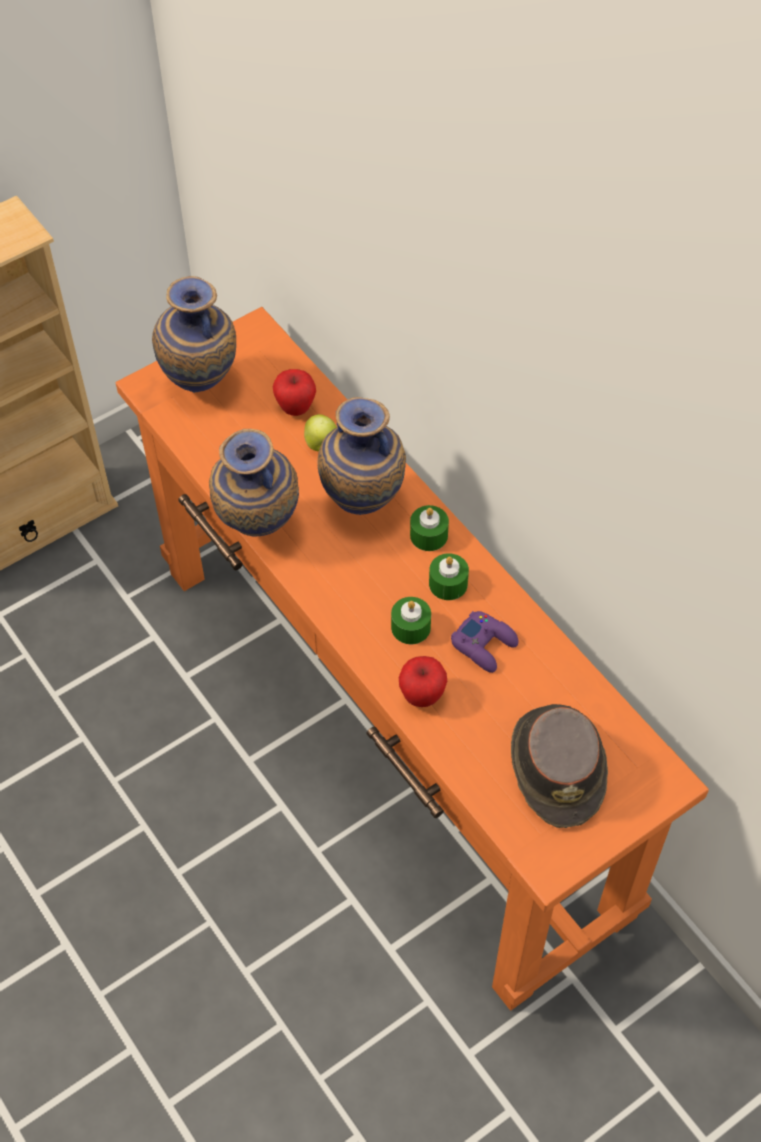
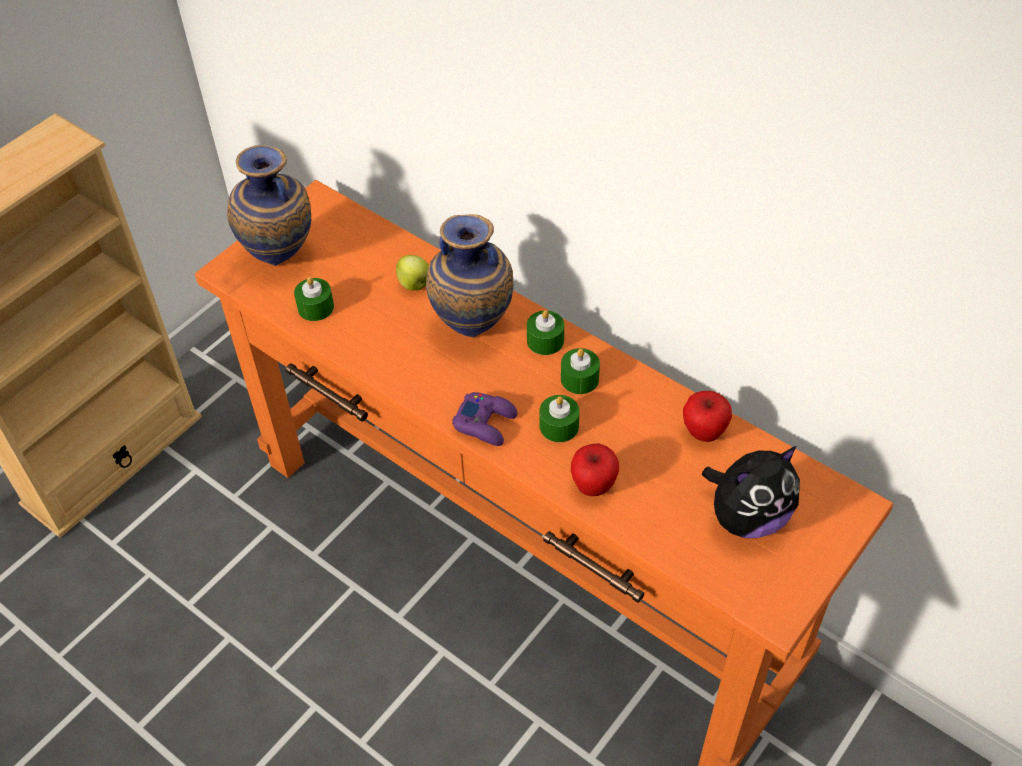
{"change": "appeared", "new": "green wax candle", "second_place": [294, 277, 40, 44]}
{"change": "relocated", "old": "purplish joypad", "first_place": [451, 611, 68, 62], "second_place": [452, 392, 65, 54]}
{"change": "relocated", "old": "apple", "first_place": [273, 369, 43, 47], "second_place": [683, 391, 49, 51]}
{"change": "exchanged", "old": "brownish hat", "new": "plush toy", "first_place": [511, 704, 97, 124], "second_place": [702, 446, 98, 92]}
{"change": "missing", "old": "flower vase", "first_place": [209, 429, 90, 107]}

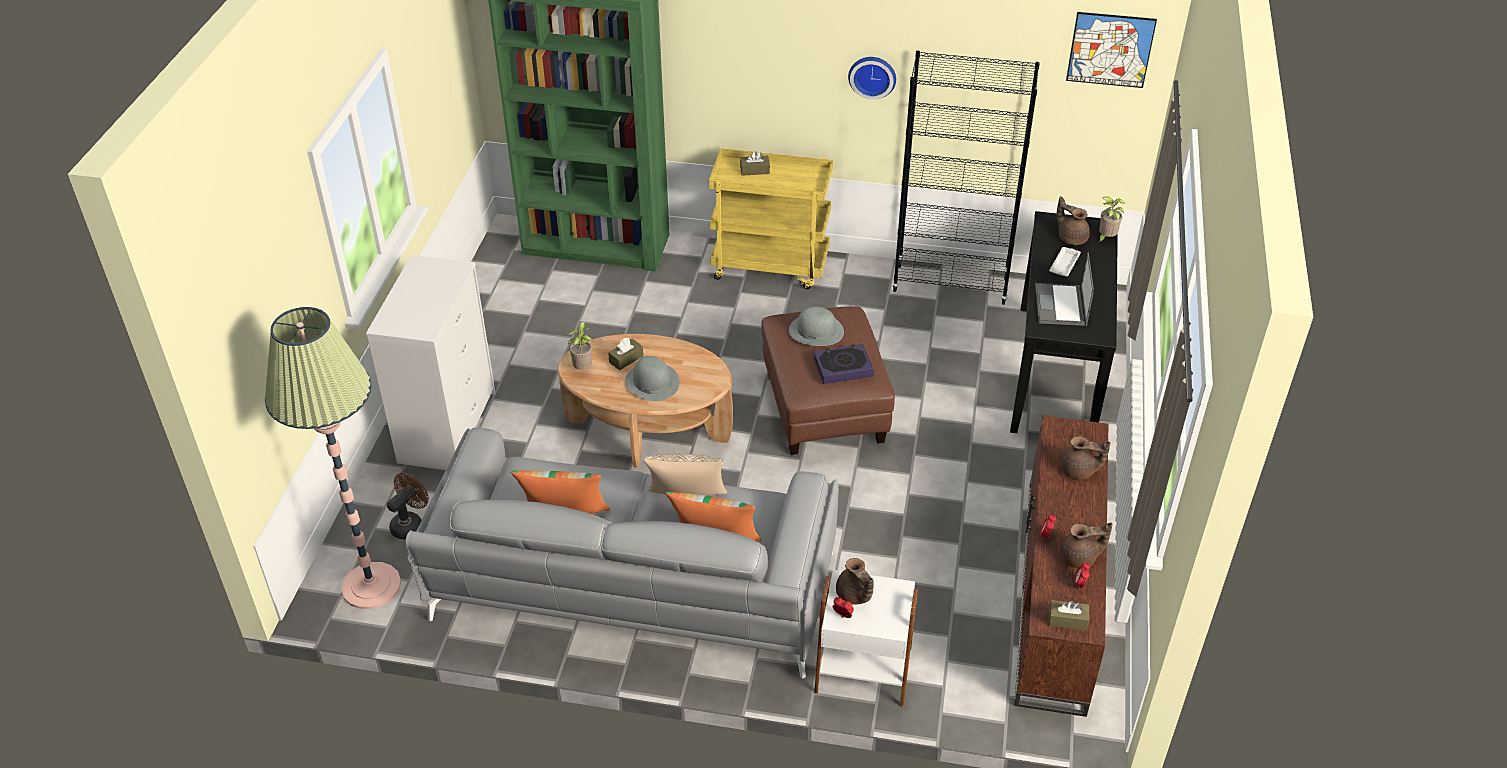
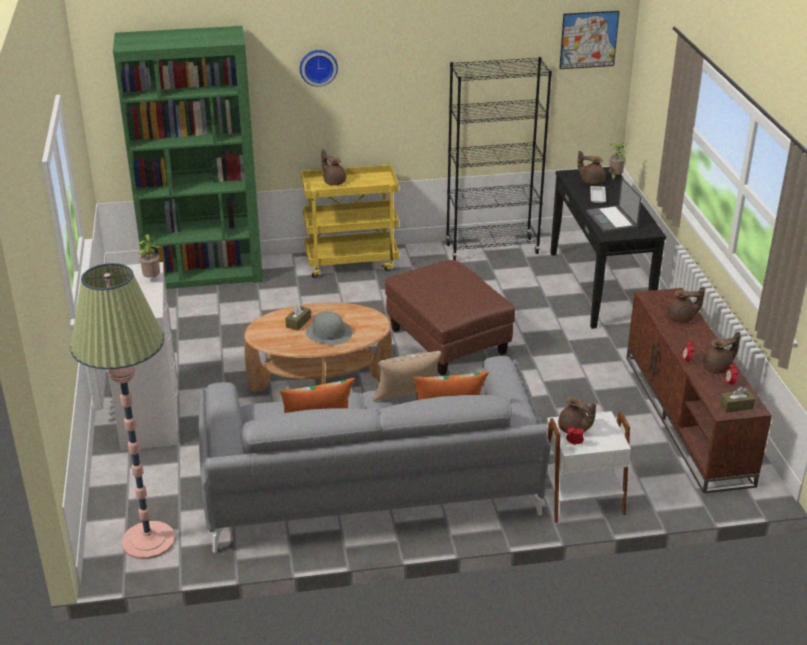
{"change": "relocated", "old": "houseplant", "first_place": [568, 322, 24, 48], "second_place": [138, 234, 22, 44]}
{"change": "relocated", "old": "wall clock", "first_place": [848, 57, 48, 43], "second_place": [300, 50, 38, 37]}
{"change": "exchanged", "old": "brownish box of tissues", "new": "brownish tea pot", "first_place": [740, 151, 30, 25], "second_place": [322, 149, 24, 36]}
{"change": "missing", "old": "brownish fan", "first_place": [387, 472, 42, 67]}
{"change": "missing", "old": "gray hat", "first_place": [789, 306, 55, 40]}
{"change": "missing", "old": "book", "first_place": [813, 344, 61, 40]}

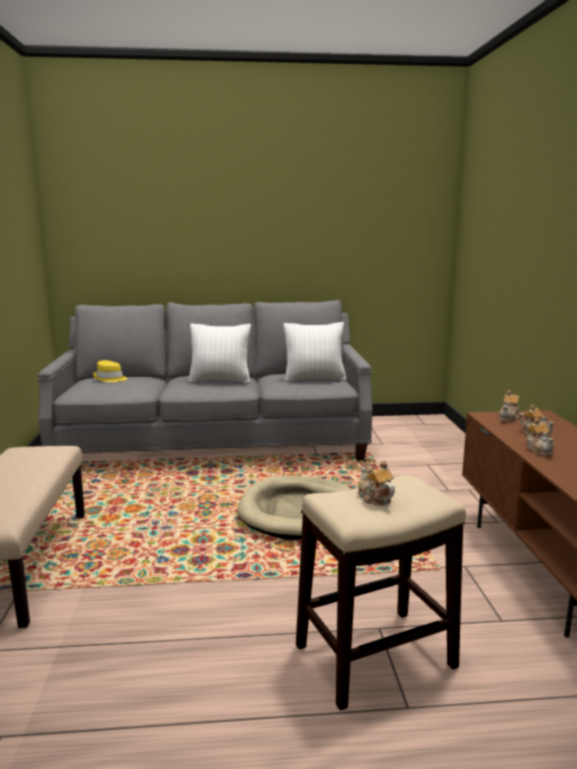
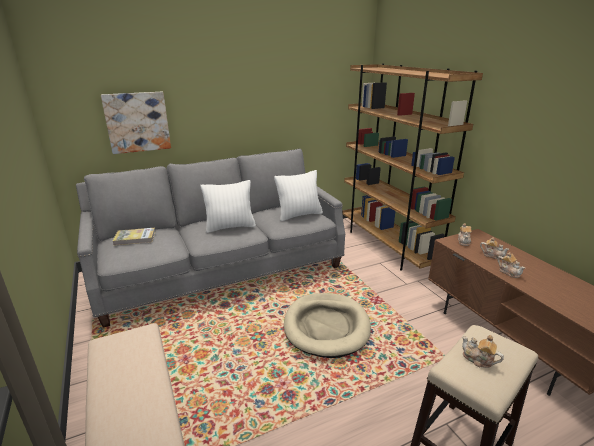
{"change": "appeared", "new": "wall art", "second_place": [101, 92, 70, 62]}
{"change": "exchanged", "old": "yellowish hat", "new": "book", "first_place": [93, 360, 35, 22], "second_place": [113, 228, 42, 18]}
{"change": "appeared", "new": "brownish bookcase", "second_place": [342, 63, 141, 208]}

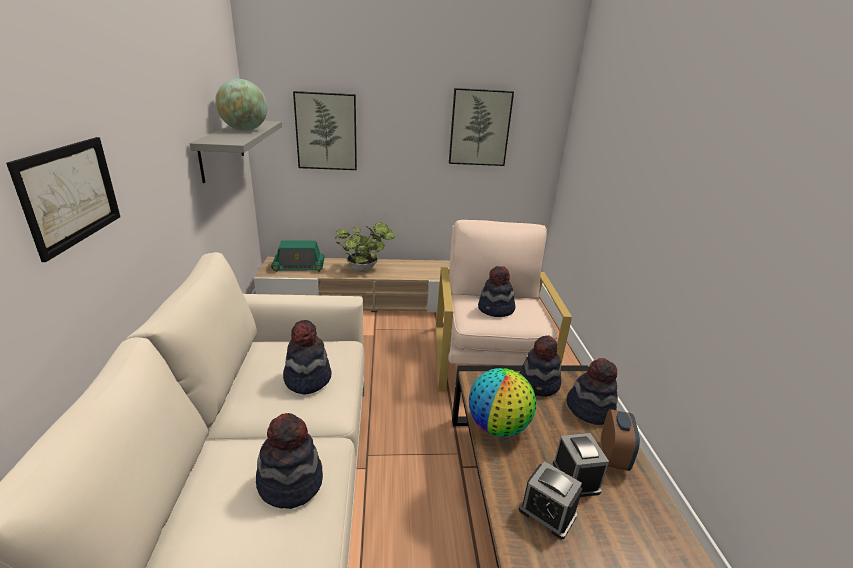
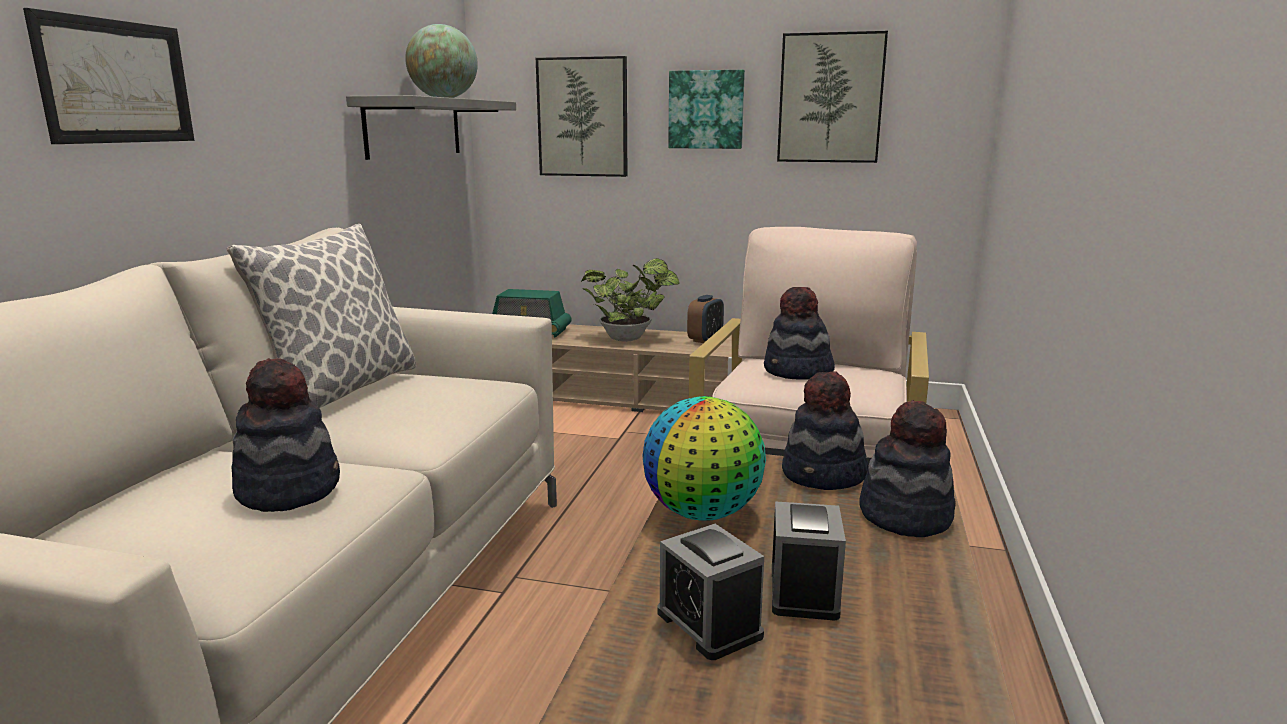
{"change": "appeared", "new": "throw pillow", "second_place": [227, 224, 190, 184]}
{"change": "appeared", "new": "wall art", "second_place": [668, 70, 77, 79]}
{"change": "relocated", "old": "alarm clock", "first_place": [601, 409, 39, 62], "second_place": [687, 295, 37, 48]}
{"change": "missing", "old": "hat", "first_place": [283, 320, 49, 75]}

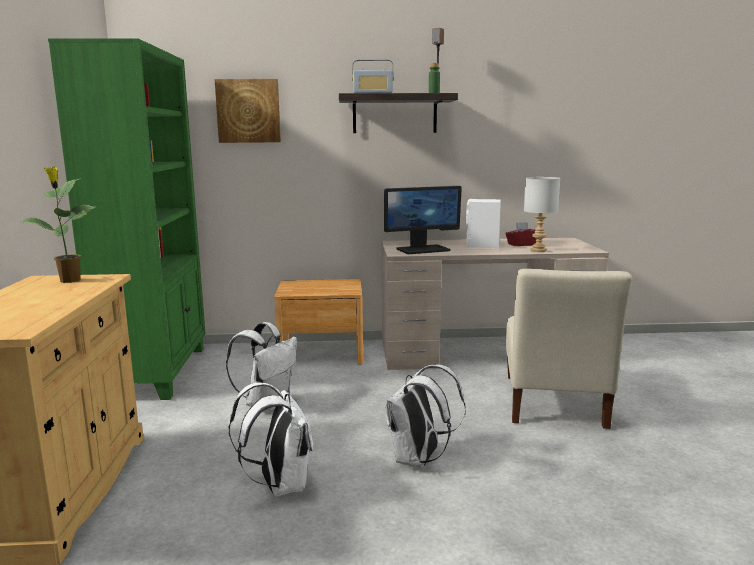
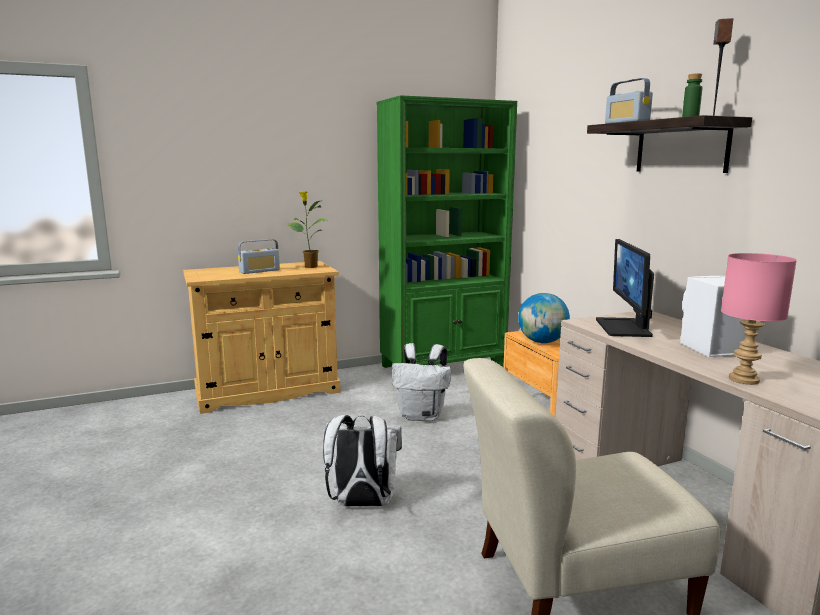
{"change": "appeared", "new": "radio receiver", "second_place": [238, 239, 42, 35]}
{"change": "appeared", "new": "world globe", "second_place": [518, 293, 52, 50]}
{"change": "spun", "old": "monitor", "first_place": [384, 186, 78, 68], "second_place": [596, 239, 58, 98], "degrees": 45}
{"change": "colour", "old": "gray tabletop lamp", "new": "pinkish tabletop lamp", "first_place": [524, 177, 36, 75], "second_place": [721, 253, 76, 132]}
{"change": "missing", "old": "wall art", "first_place": [214, 79, 67, 64]}
{"change": "missing", "old": "whitish backpack", "first_place": [228, 383, 85, 113]}
{"change": "missing", "old": "red-coloured box of tissues", "first_place": [505, 222, 32, 24]}

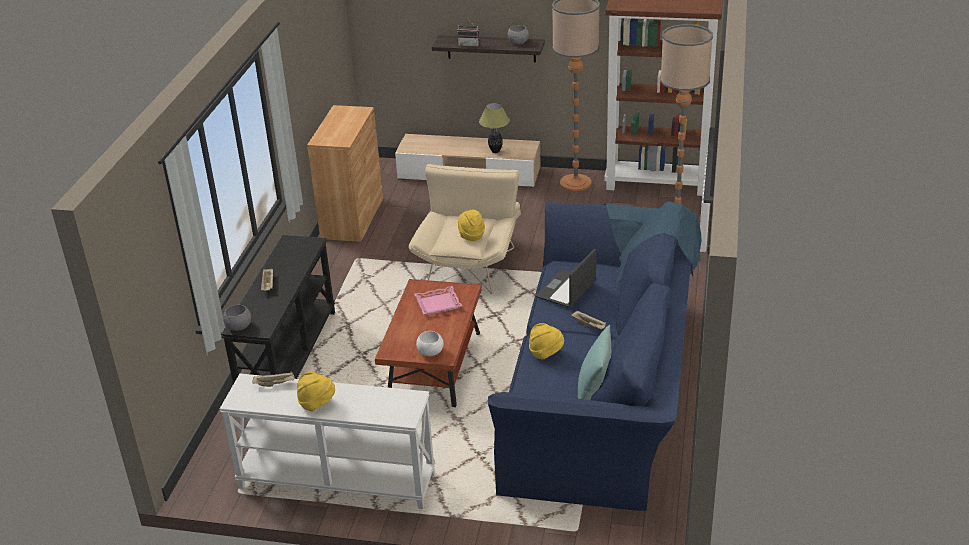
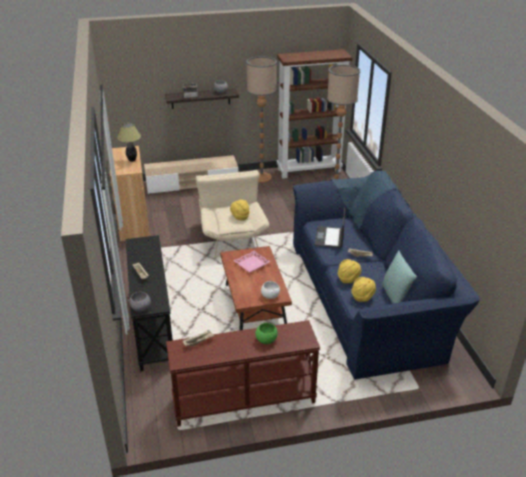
{"change": "relocated", "old": "tabletop lamp", "first_place": [479, 102, 31, 51], "second_place": [117, 123, 24, 39]}
{"change": "colour", "old": "whitish hall table", "new": "brownish hall table", "first_place": [220, 374, 215, 135], "second_place": [166, 320, 154, 107]}
{"change": "appeared", "new": "green bowl", "second_place": [256, 323, 22, 21]}
{"change": "relocated", "old": "yellowish hat", "first_place": [297, 372, 38, 39], "second_place": [352, 277, 24, 25]}

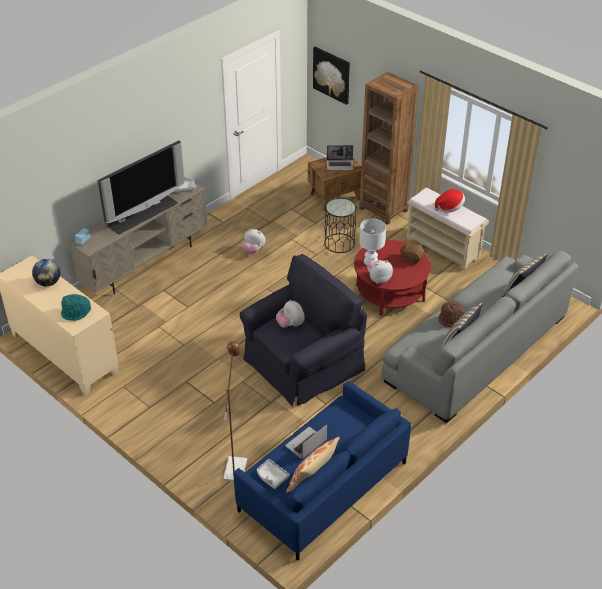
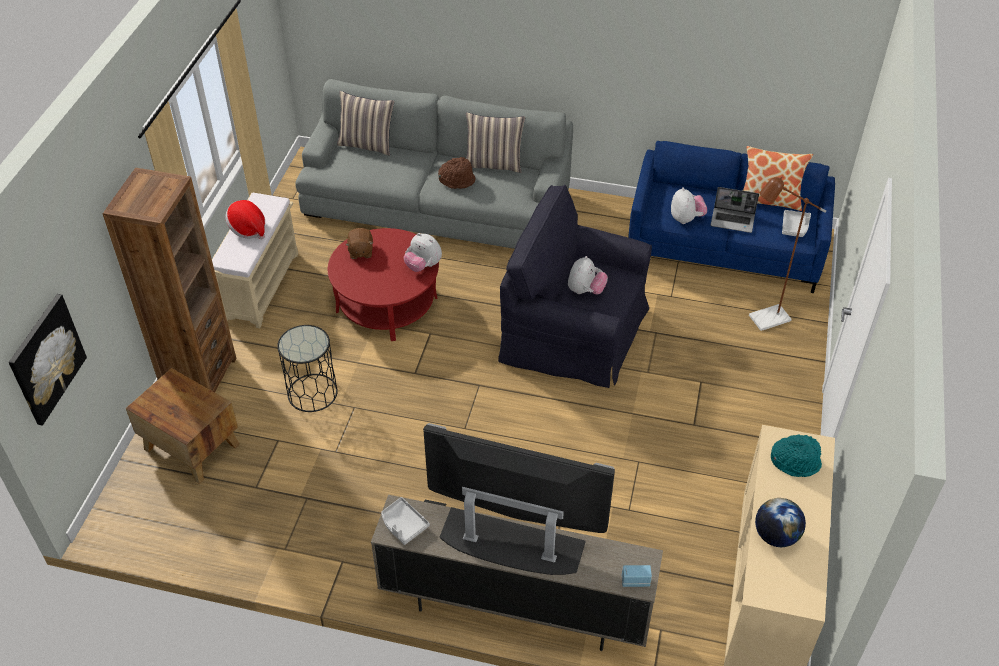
{"change": "relocated", "old": "plush toy", "first_place": [243, 229, 22, 25], "second_place": [671, 187, 36, 37]}
{"change": "missing", "old": "notebook computer", "first_place": [327, 145, 27, 26]}
{"change": "missing", "old": "whitish tabletop lamp", "first_place": [359, 219, 27, 46]}

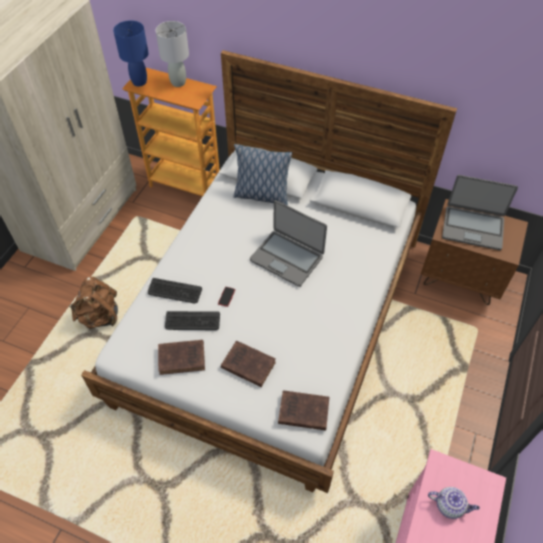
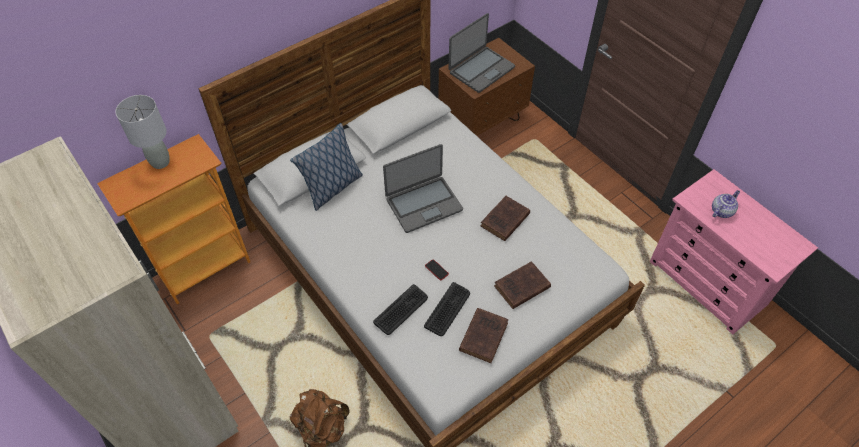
{"change": "relocated", "old": "brownish book", "first_place": [278, 390, 52, 40], "second_place": [481, 196, 49, 45]}
{"change": "missing", "old": "blue tabletop lamp", "first_place": [113, 20, 35, 66]}

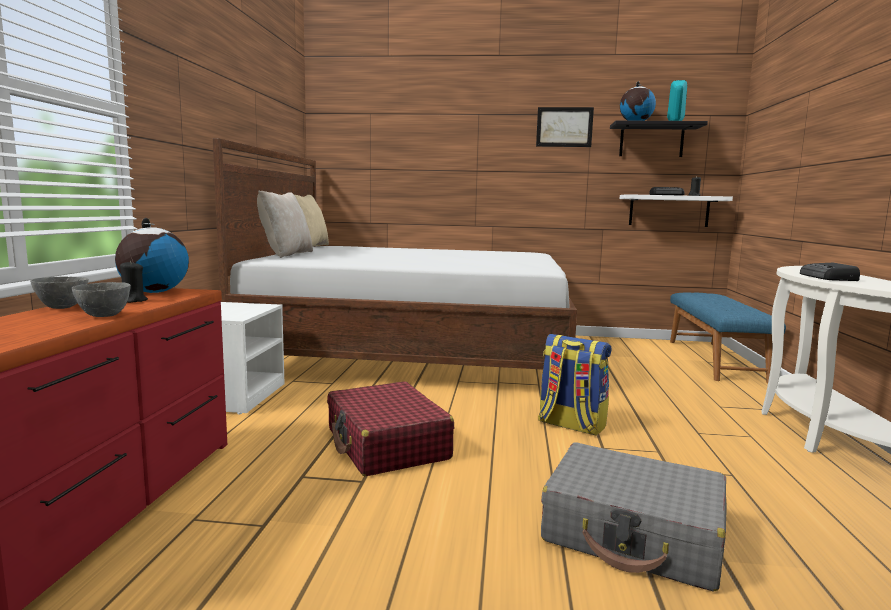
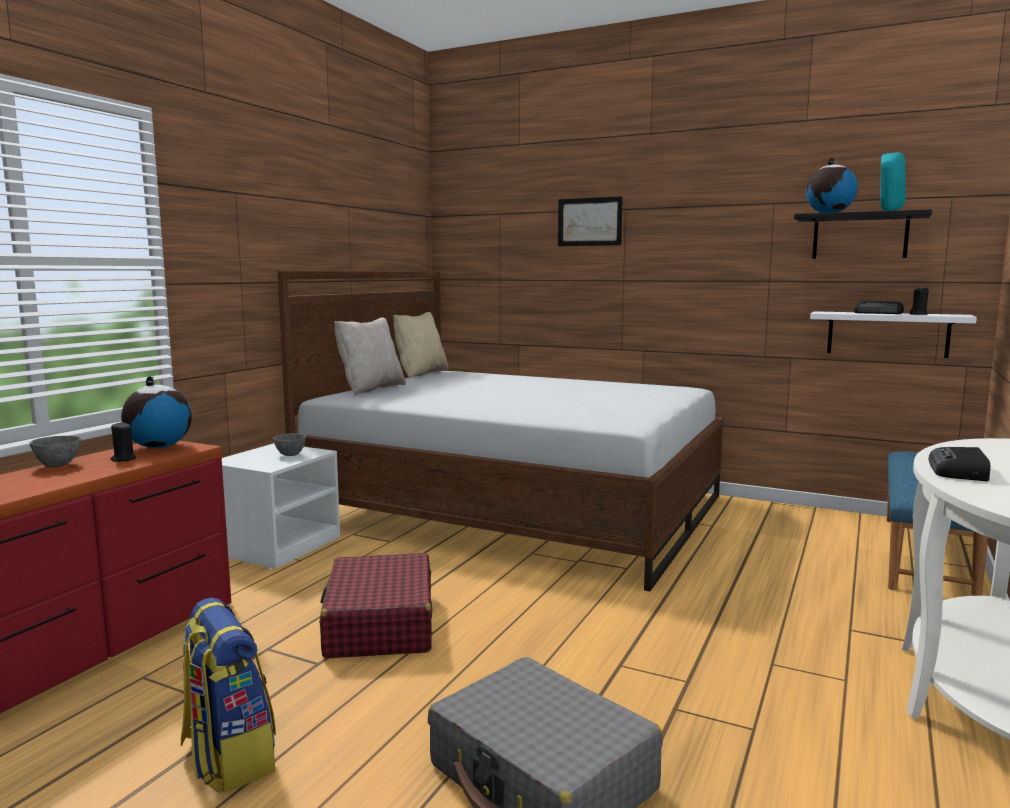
{"change": "relocated", "old": "backpack", "first_place": [538, 334, 73, 101], "second_place": [181, 598, 95, 195]}
{"change": "relocated", "old": "gray bowl", "first_place": [72, 282, 59, 35], "second_place": [273, 433, 33, 23]}
{"change": "relocated", "old": "wall art", "first_place": [536, 107, 58, 40], "second_place": [558, 196, 65, 50]}

